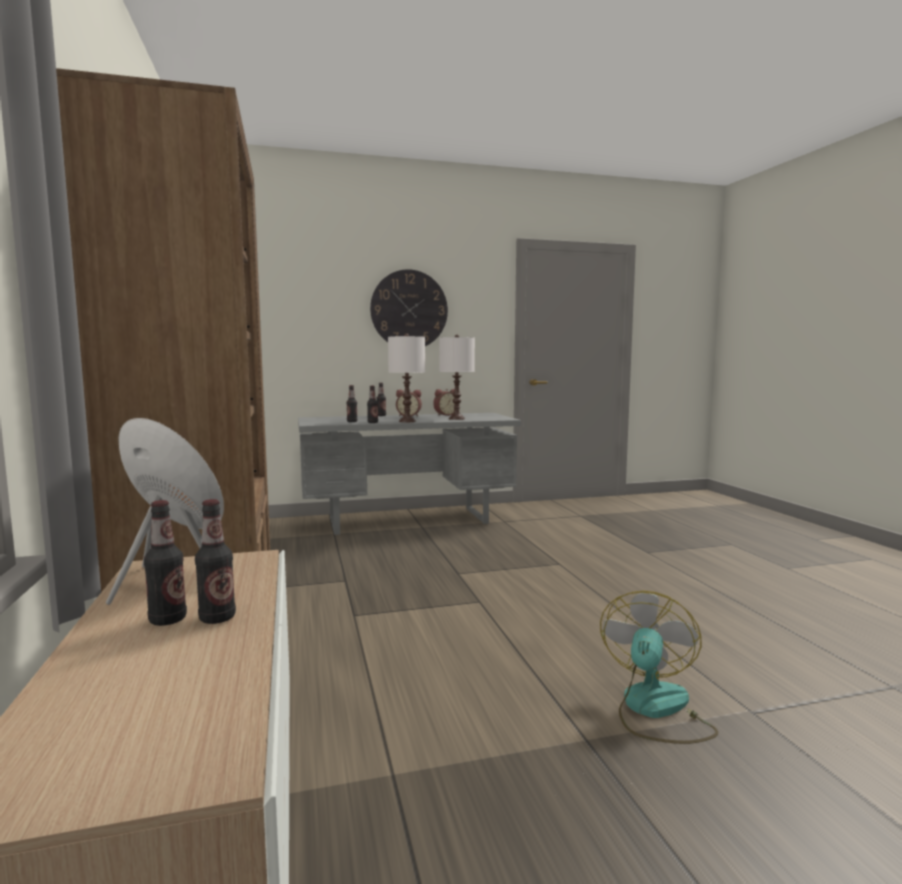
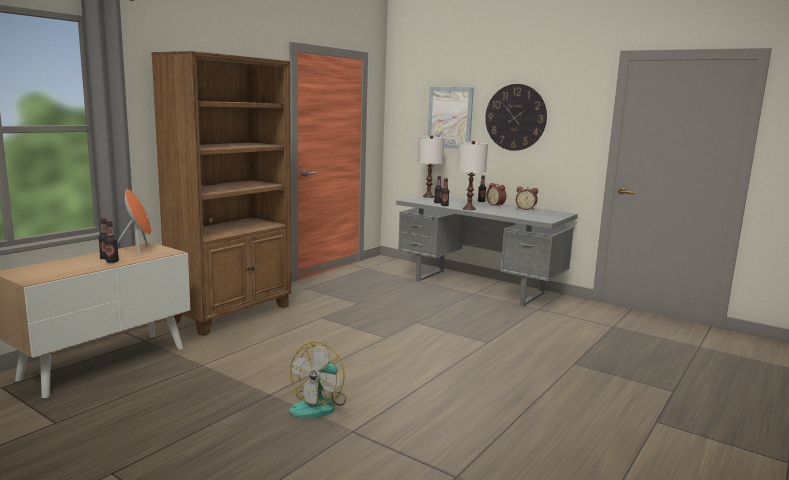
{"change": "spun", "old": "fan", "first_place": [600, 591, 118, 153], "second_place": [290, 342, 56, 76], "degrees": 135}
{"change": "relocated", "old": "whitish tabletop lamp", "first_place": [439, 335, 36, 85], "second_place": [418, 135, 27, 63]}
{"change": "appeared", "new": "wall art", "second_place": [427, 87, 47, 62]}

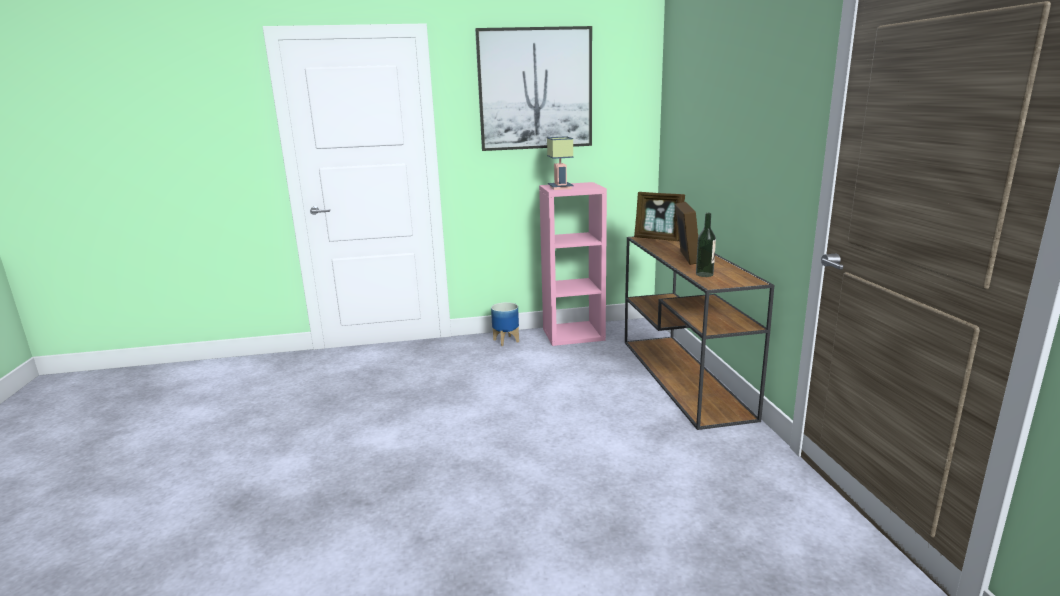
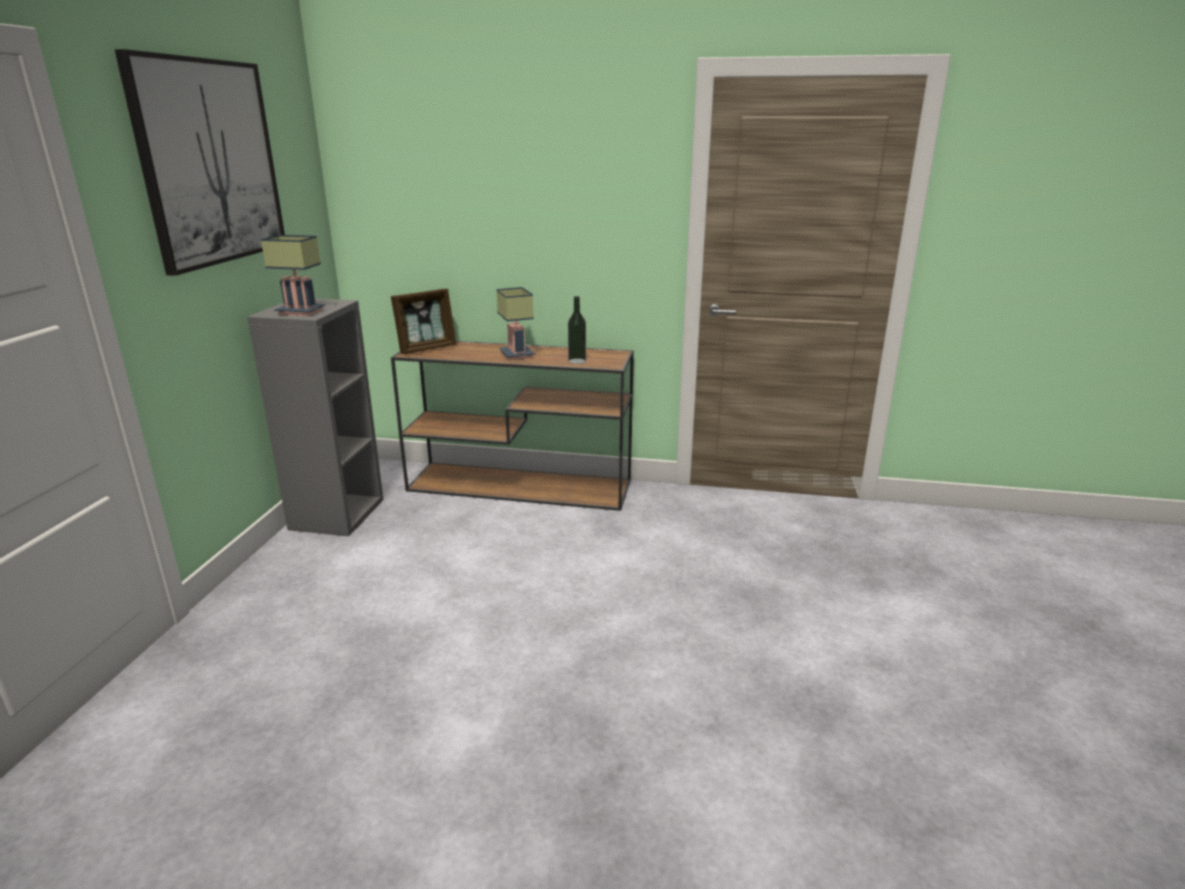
{"change": "colour", "old": "pinkish bookcase", "new": "gray bookcase", "first_place": [539, 182, 68, 164], "second_place": [247, 299, 137, 237]}
{"change": "exchanged", "old": "photo frame", "new": "tabletop lamp", "first_place": [675, 202, 23, 63], "second_place": [496, 287, 39, 73]}
{"change": "missing", "old": "planter", "first_place": [491, 302, 28, 44]}

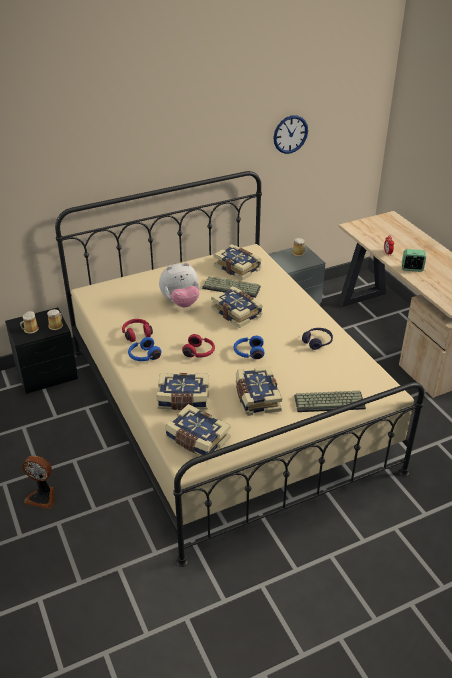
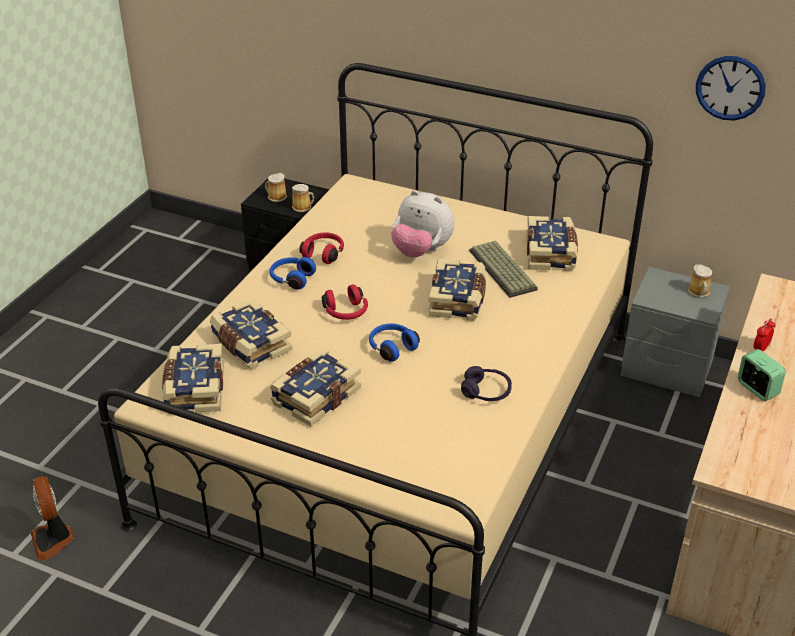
{"change": "relocated", "old": "fan", "first_place": [22, 456, 33, 53], "second_place": [31, 476, 43, 84]}
{"change": "missing", "old": "keyboard", "first_place": [294, 391, 72, 21]}

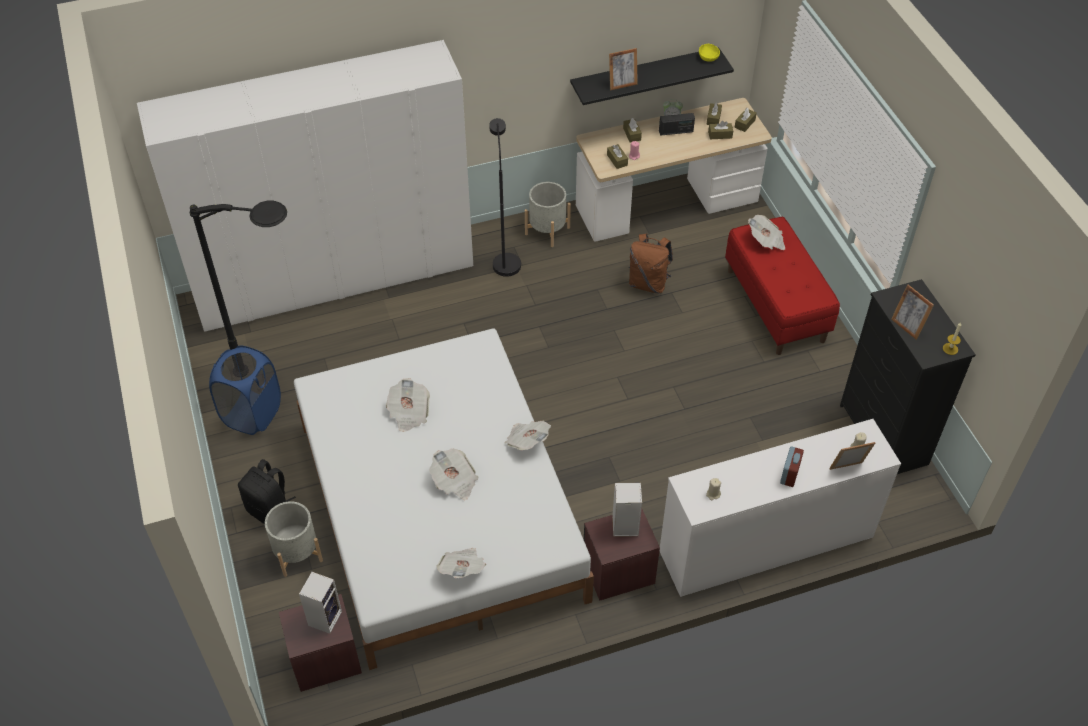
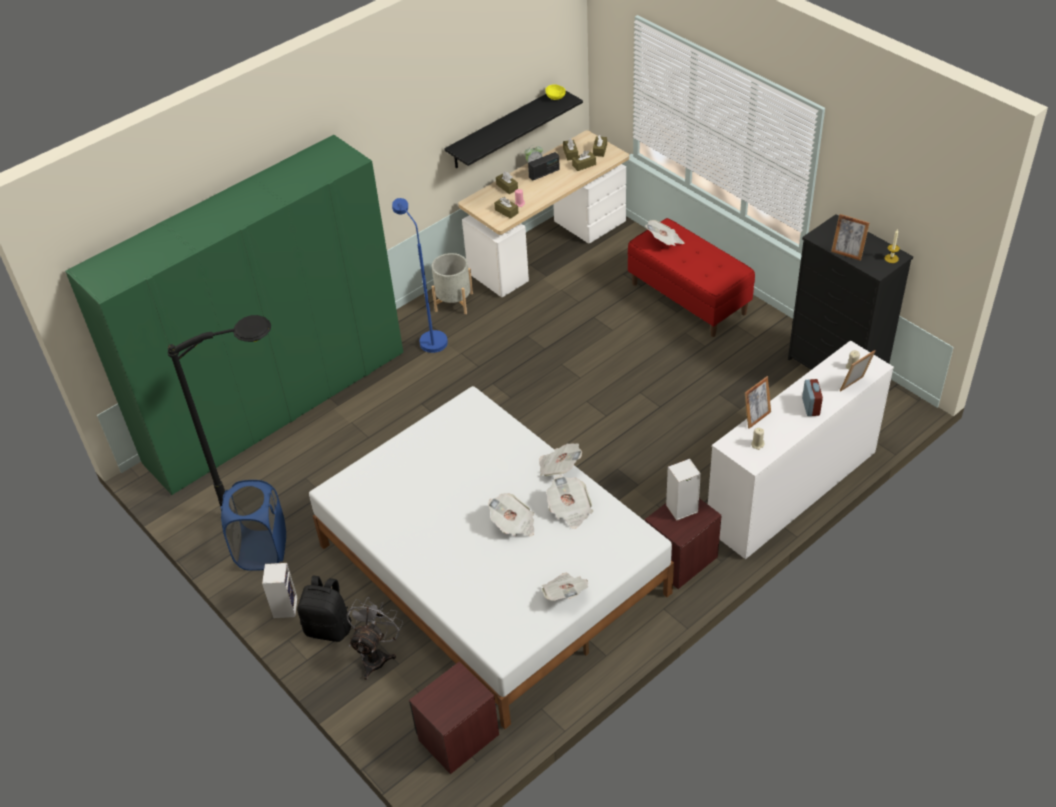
{"change": "colour", "old": "whitish wardrobe", "new": "green wardrobe", "first_place": [137, 40, 336, 292], "second_place": [65, 135, 338, 360]}
{"change": "relocated", "old": "speaker", "first_place": [299, 572, 43, 62], "second_place": [262, 563, 36, 55]}
{"change": "exchanged", "old": "gray planter", "new": "gray fan", "first_place": [265, 501, 58, 76], "second_place": [347, 597, 56, 83]}
{"change": "colour", "old": "black standard lamp", "new": "blue standard lamp", "first_place": [489, 118, 32, 159], "second_place": [392, 198, 56, 155]}
{"change": "relocated", "old": "printed paper", "first_place": [386, 378, 44, 54], "second_place": [546, 475, 47, 54]}
{"change": "relocated", "old": "photo frame", "first_place": [609, 48, 29, 42], "second_place": [745, 376, 26, 53]}
{"change": "missing", "old": "brownish backpack", "first_place": [629, 234, 44, 60]}

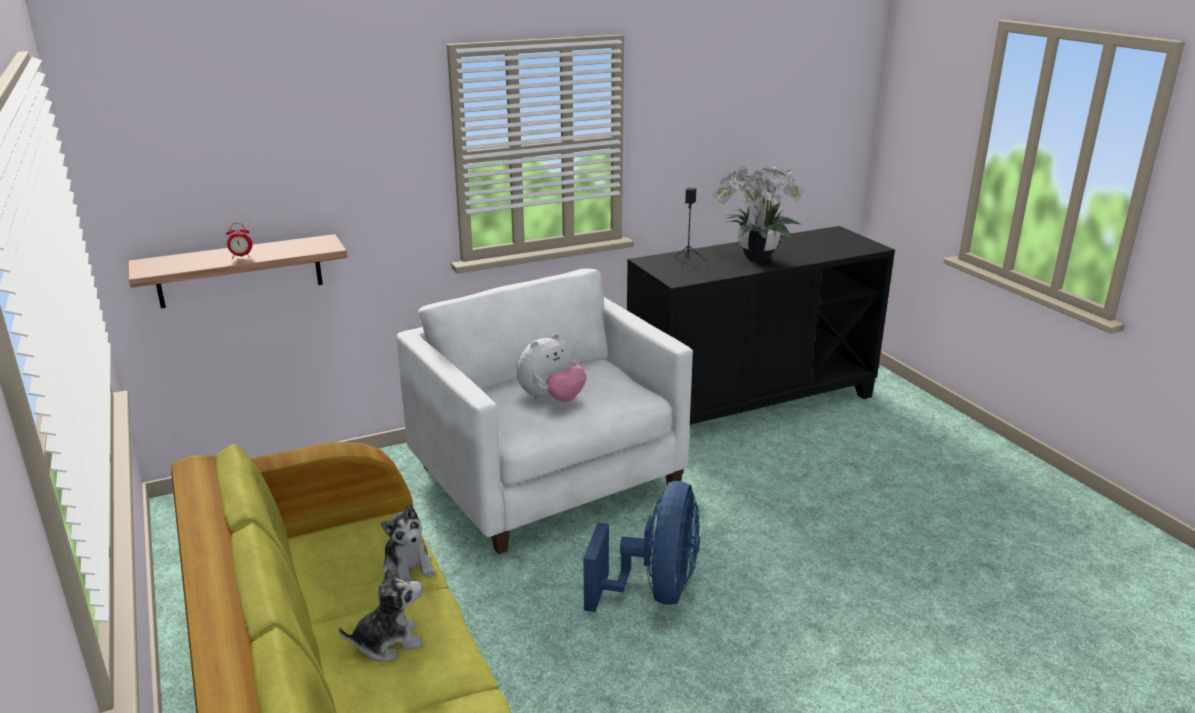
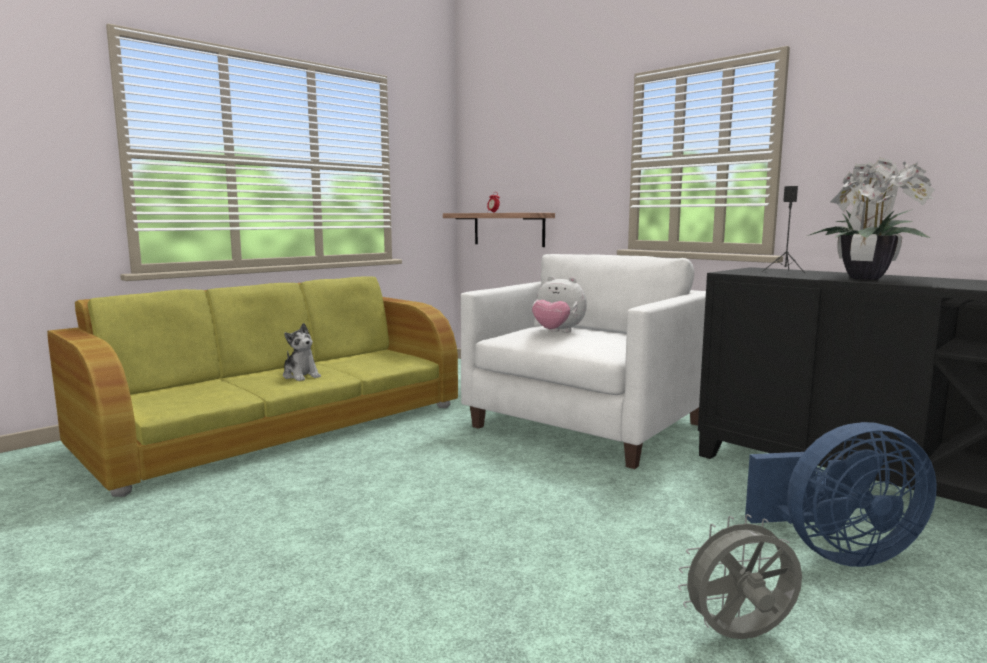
{"change": "appeared", "new": "gray fan", "second_place": [678, 514, 124, 125]}
{"change": "relocated", "old": "blue fan", "first_place": [583, 481, 117, 131], "second_place": [745, 422, 192, 145]}
{"change": "missing", "old": "plush toy", "first_place": [381, 504, 54, 78]}

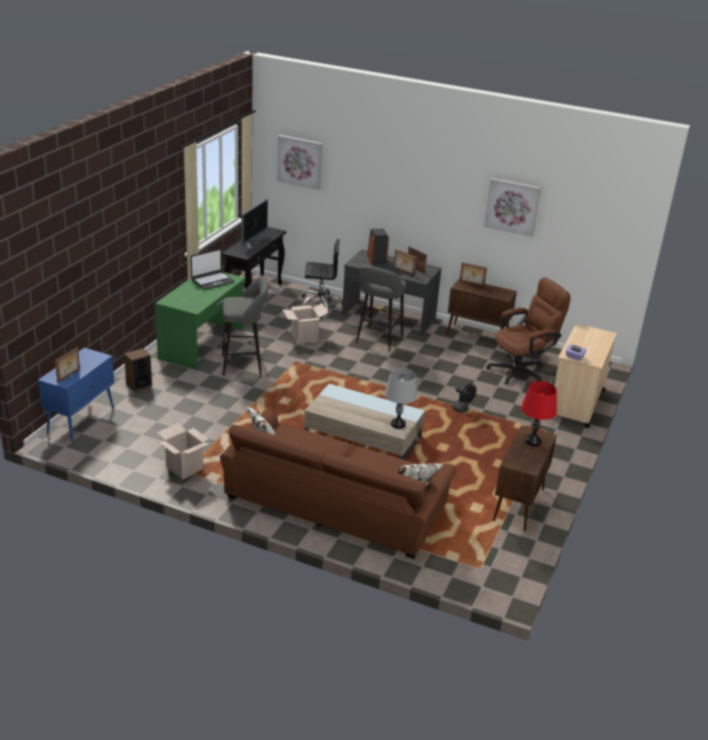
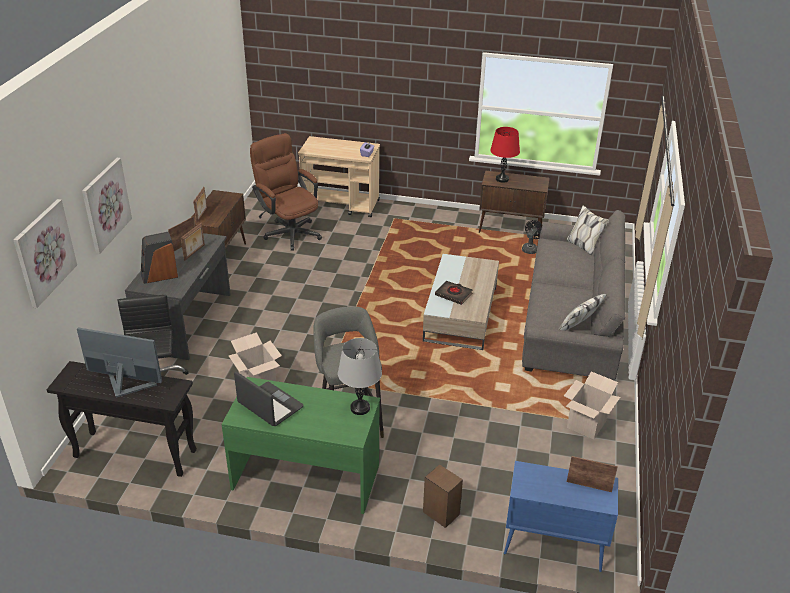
{"change": "relocated", "old": "wall art", "first_place": [484, 178, 57, 59], "second_place": [82, 158, 50, 96]}
{"change": "relocated", "old": "gray tabletop lamp", "first_place": [385, 368, 33, 61], "second_place": [338, 338, 44, 77]}
{"change": "appeared", "new": "black book", "second_place": [435, 281, 38, 24]}
{"change": "colour", "old": "brownish sofa", "new": "gray sofa", "first_place": [220, 407, 236, 152], "second_place": [522, 206, 104, 174]}
{"change": "relocated", "old": "black fan", "first_place": [452, 384, 24, 28], "second_place": [522, 220, 21, 34]}
{"change": "missing", "old": "gray stool seat", "first_place": [356, 265, 50, 87]}

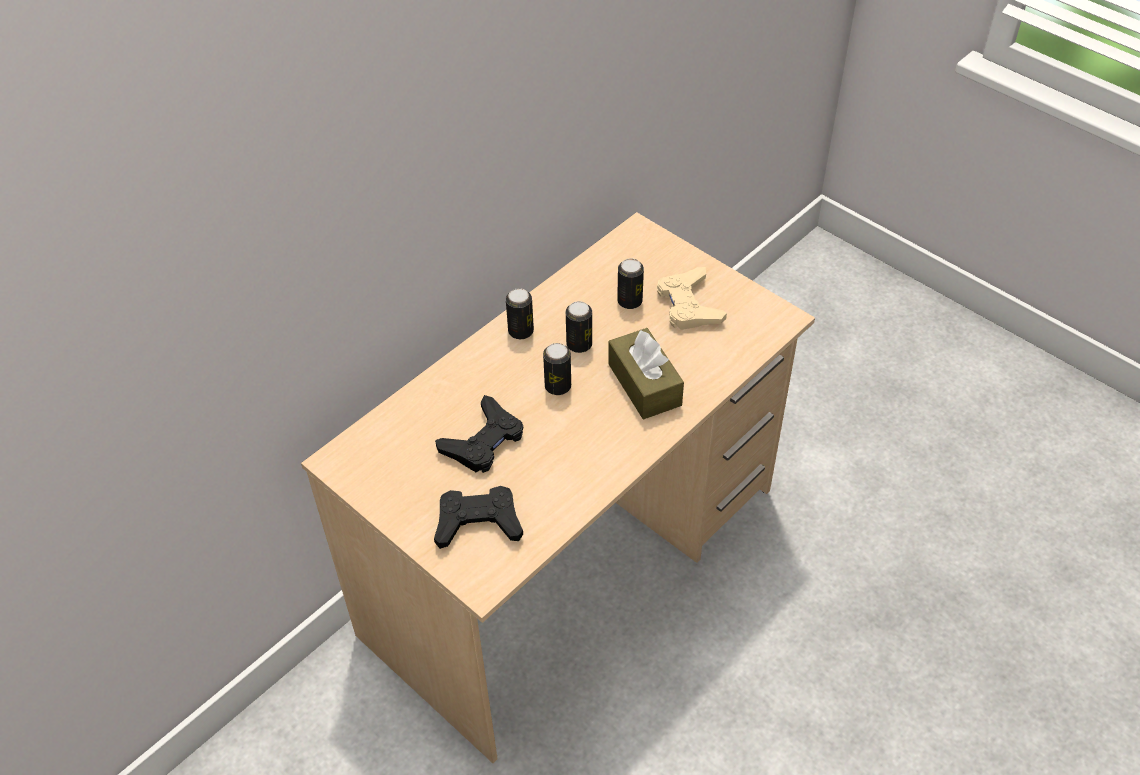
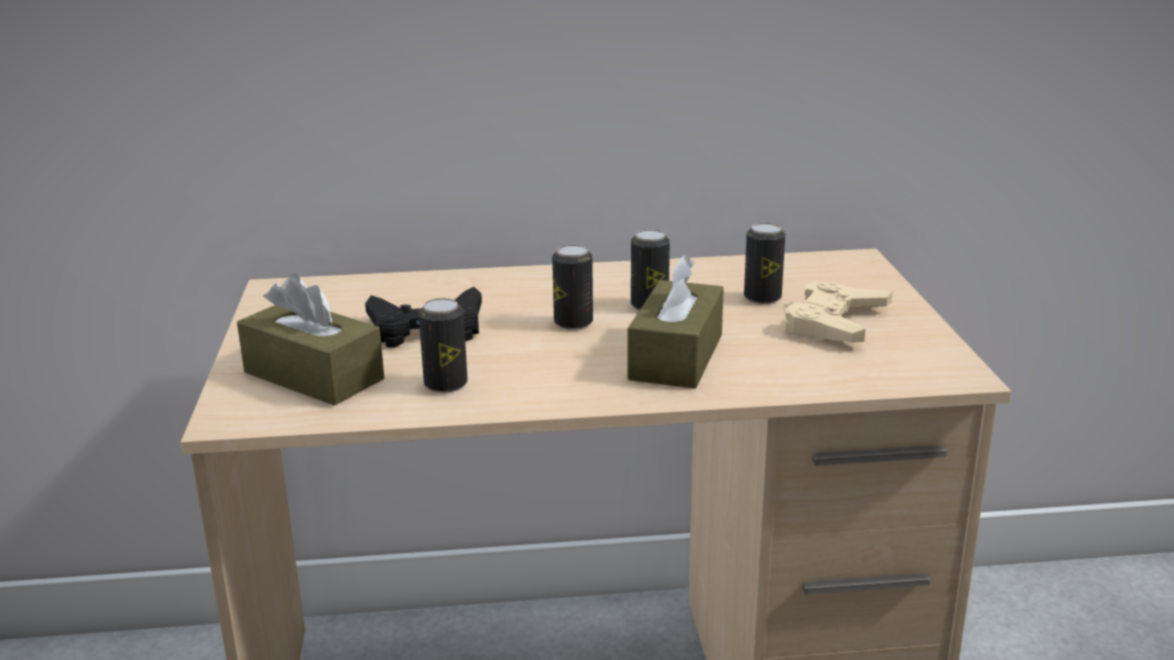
{"change": "exchanged", "old": "black joypad", "new": "brownish box of tissues", "first_place": [434, 486, 89, 63], "second_place": [237, 273, 147, 133]}
{"change": "relocated", "old": "metal can", "first_place": [506, 288, 28, 51], "second_place": [418, 298, 50, 95]}

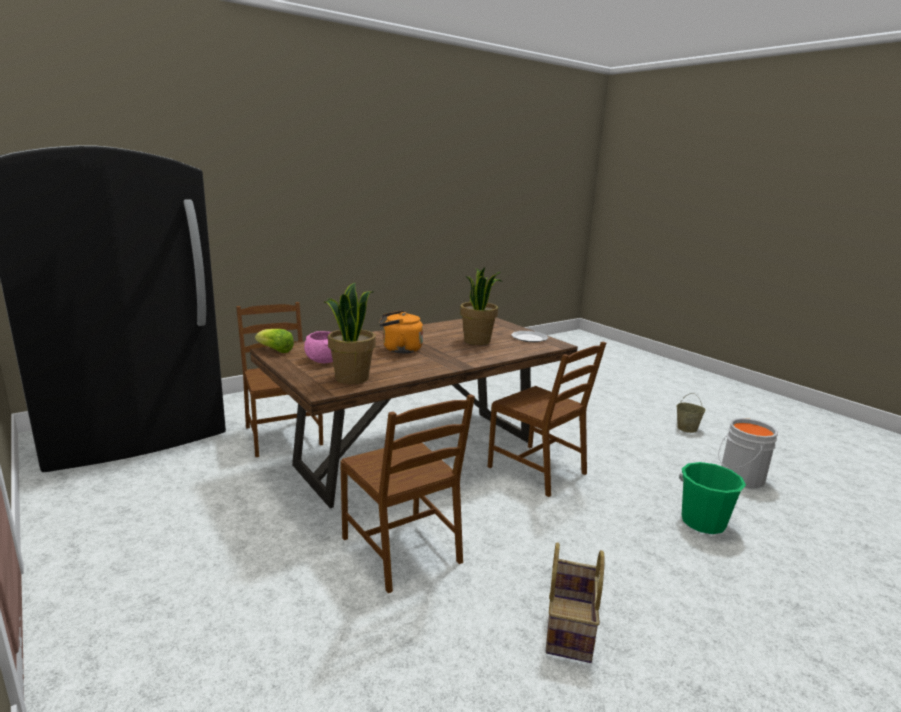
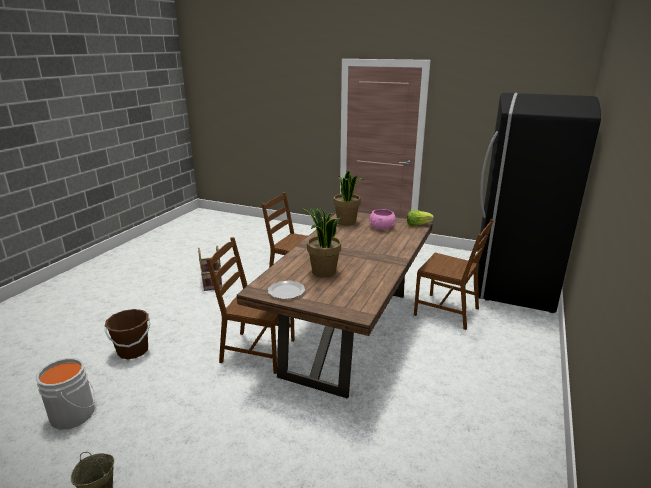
{"change": "colour", "old": "green bucket", "new": "brownish bucket", "first_place": [679, 462, 67, 72], "second_place": [104, 309, 46, 50]}
{"change": "missing", "old": "orangey water kettle", "first_place": [379, 310, 44, 43]}

